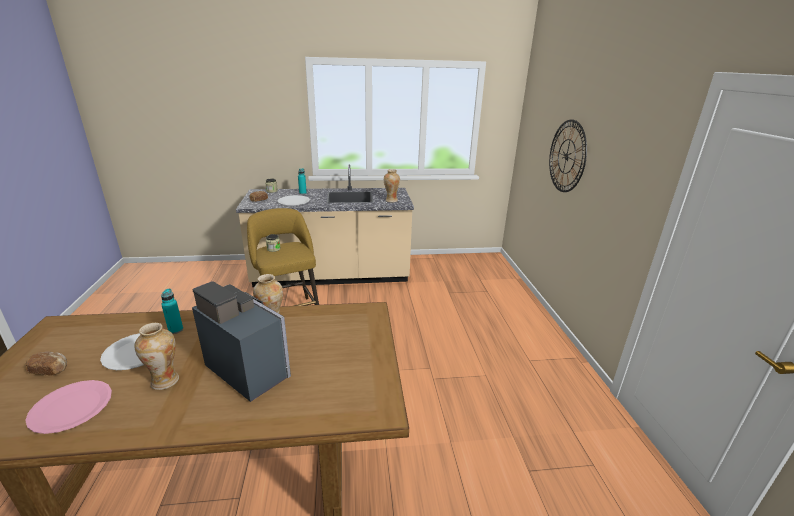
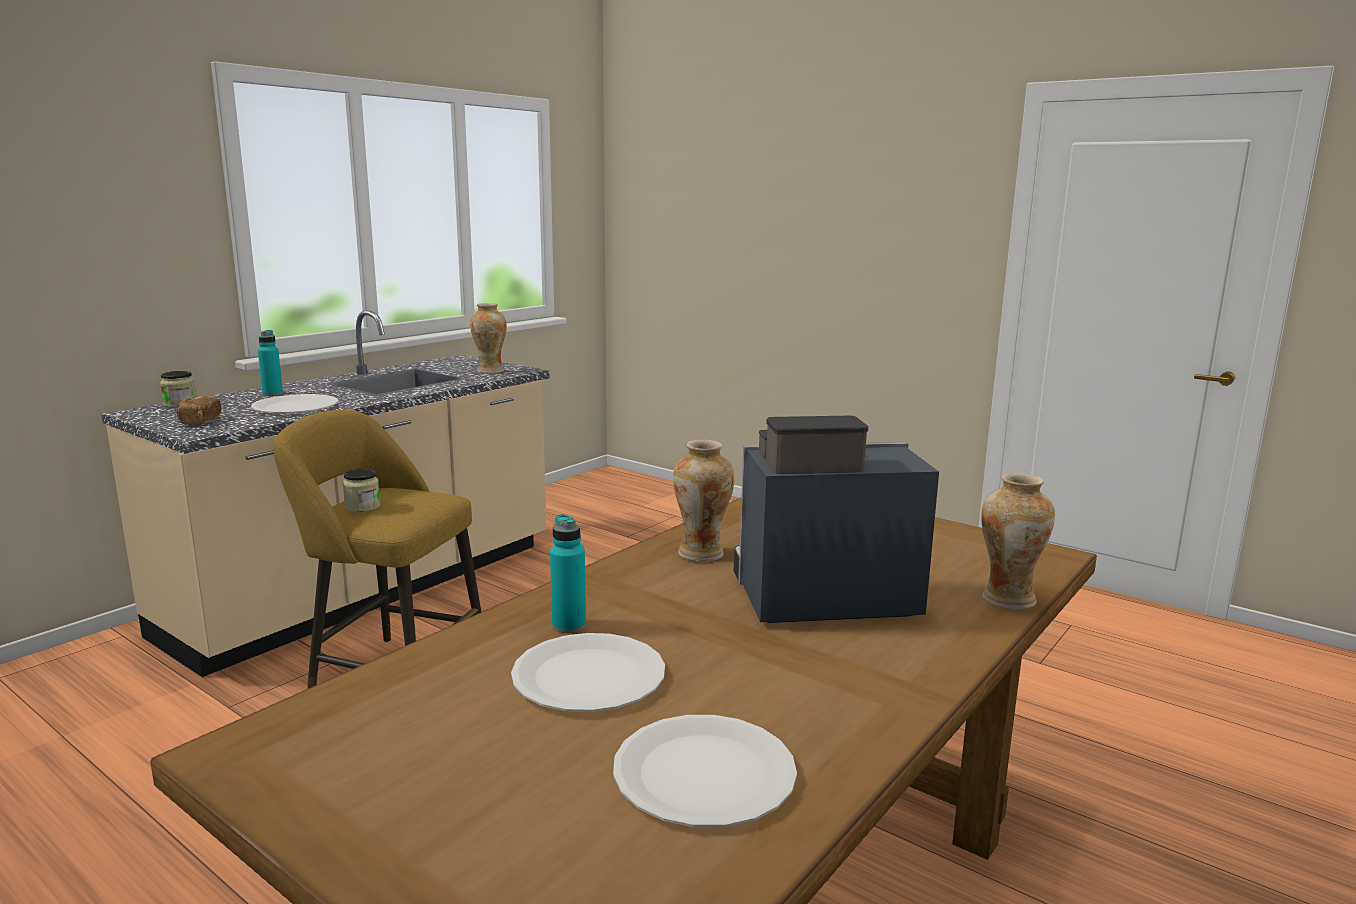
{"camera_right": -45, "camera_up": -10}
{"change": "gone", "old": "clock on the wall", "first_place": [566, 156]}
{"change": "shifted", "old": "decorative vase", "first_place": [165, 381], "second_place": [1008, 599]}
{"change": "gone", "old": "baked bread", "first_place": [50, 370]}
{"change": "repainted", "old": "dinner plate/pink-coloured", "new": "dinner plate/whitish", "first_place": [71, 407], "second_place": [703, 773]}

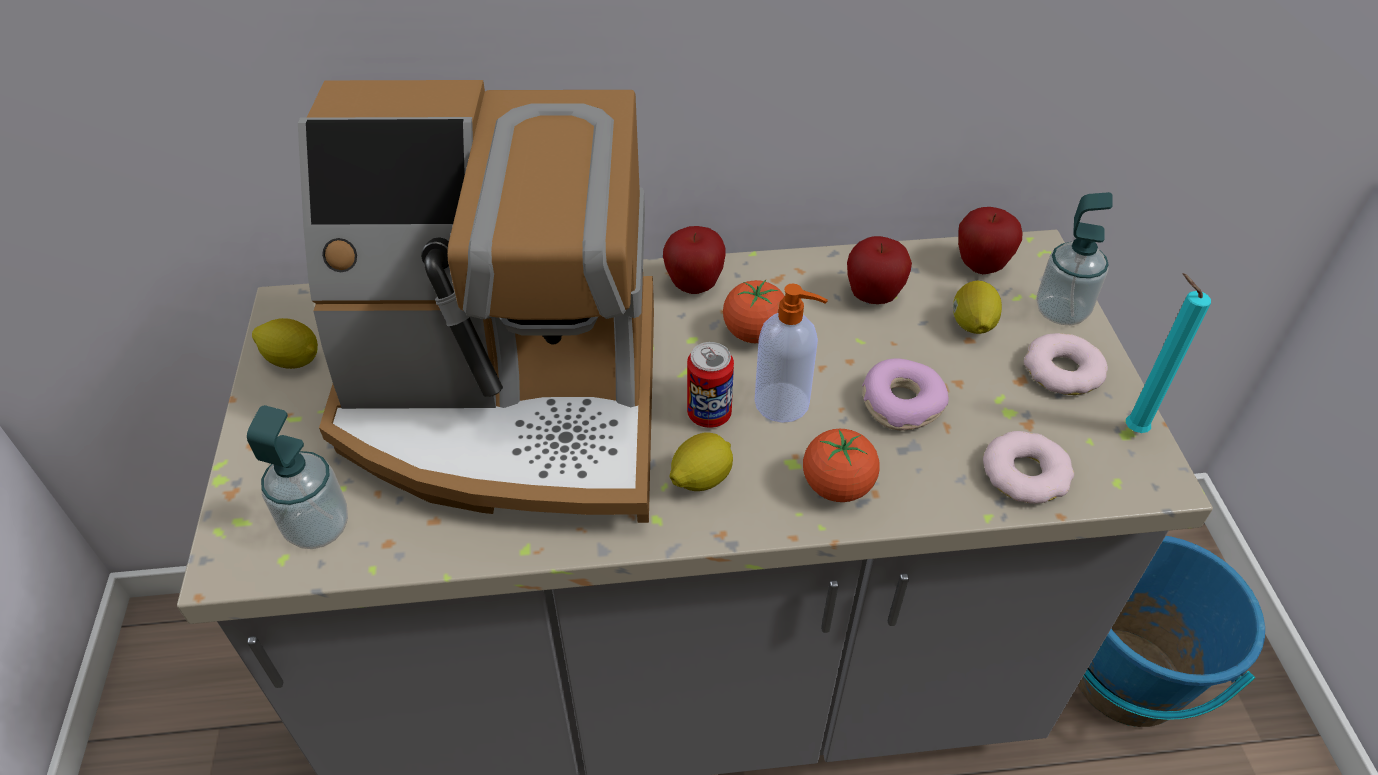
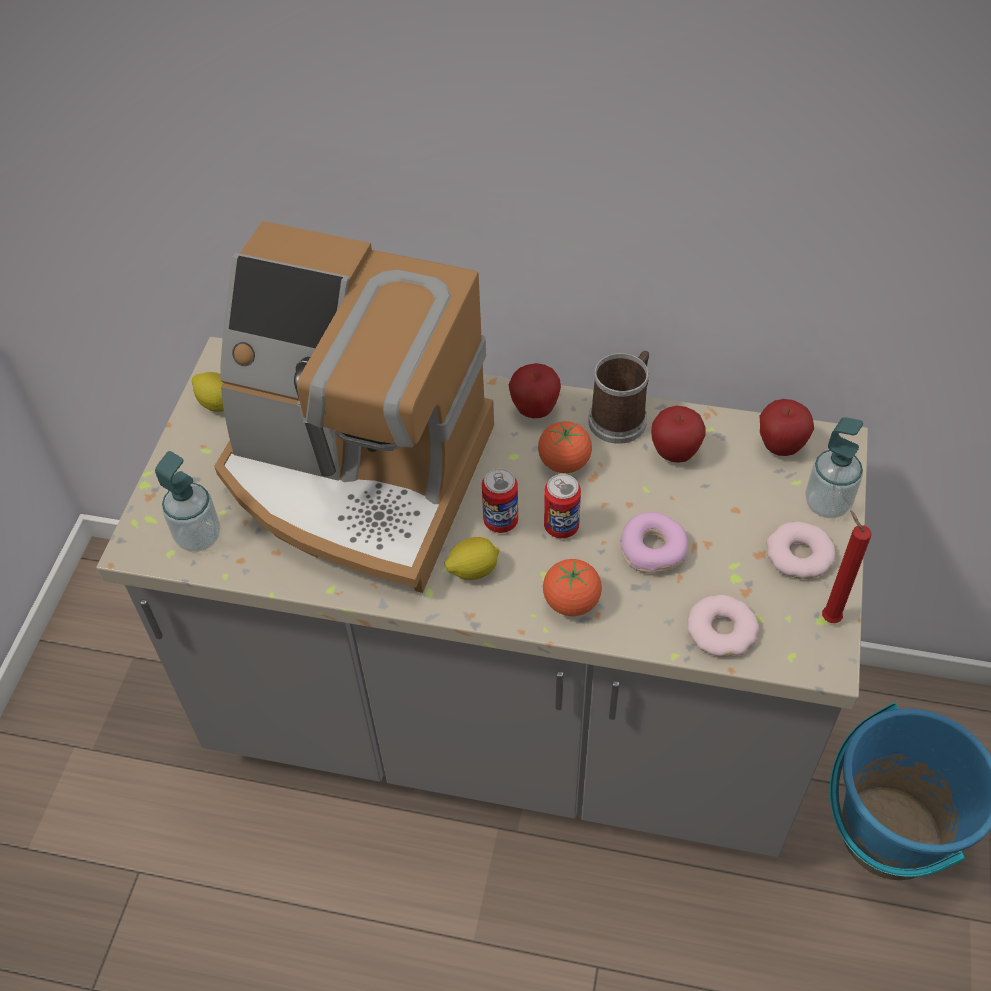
{"camera_right": 20, "camera_up": 5}
{"change": "repainted", "old": "wax candle/blue-green", "new": "wax candle/red-coloured", "first_place": [1130, 428], "second_place": [828, 616]}
{"change": "gone", "old": "whole lemon", "first_place": [972, 325]}
{"change": "swapped", "old": "liquid soap bottle", "new": "metal can", "first_place": [784, 403], "second_place": [561, 526]}
{"change": "new", "new": "tea mug", "second_place": [622, 417]}

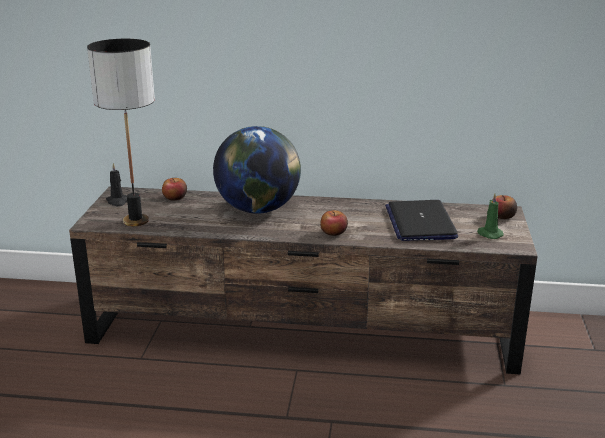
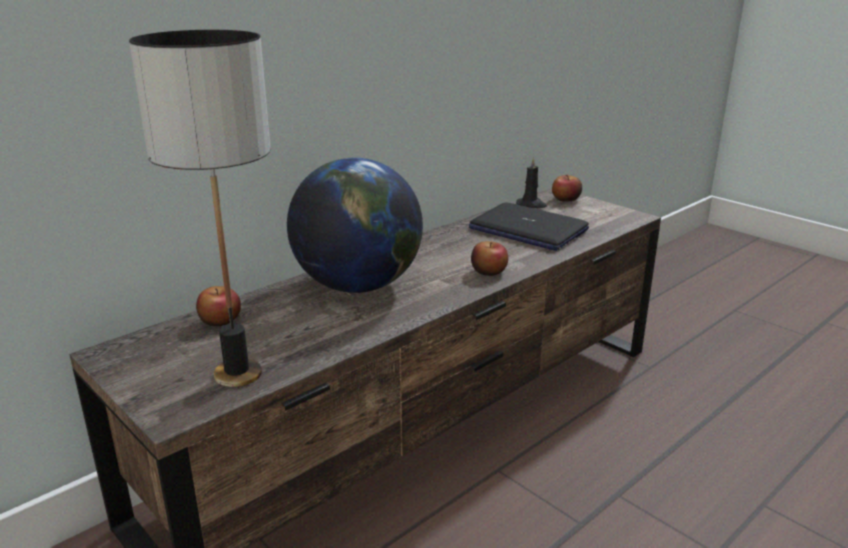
{"camera_right": -50, "camera_up": 0}
{"change": "shifted", "old": "wax candle/black-coloured", "first_place": [117, 201], "second_place": [531, 205]}
{"change": "gone", "old": "wax candle/green-coloured", "first_place": [489, 234]}

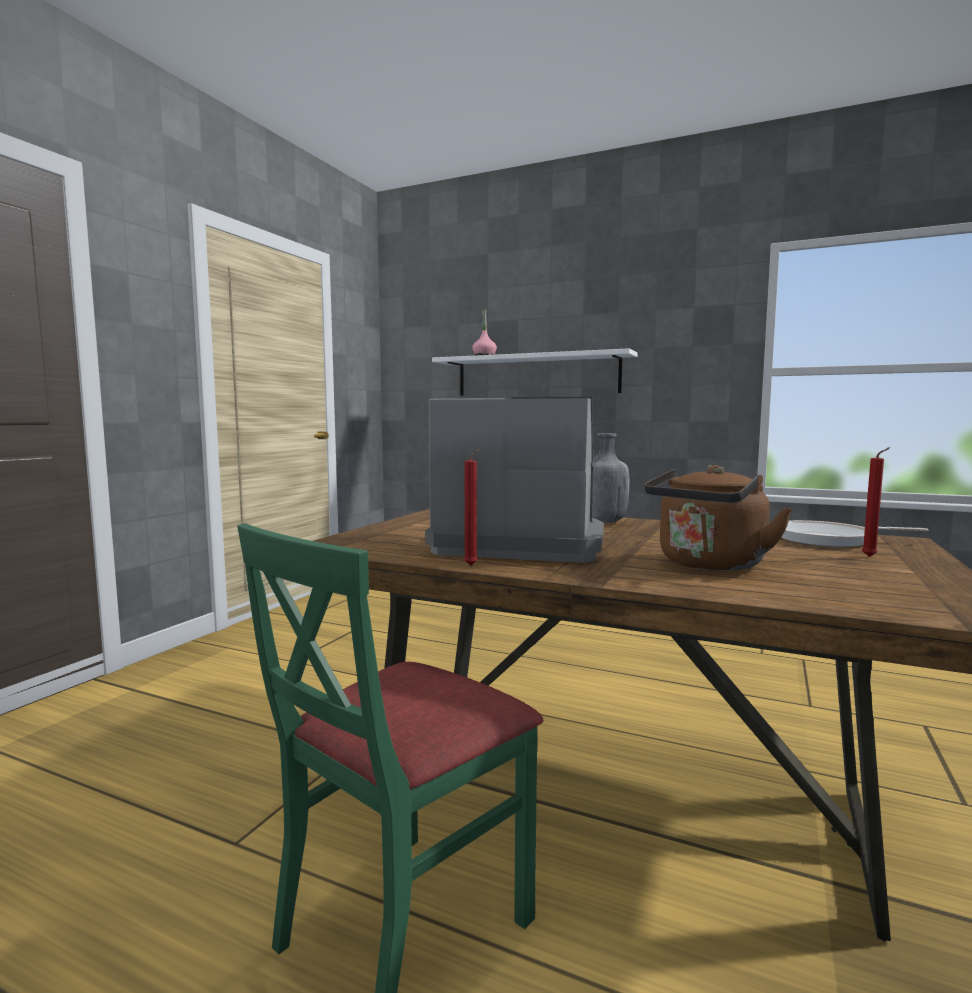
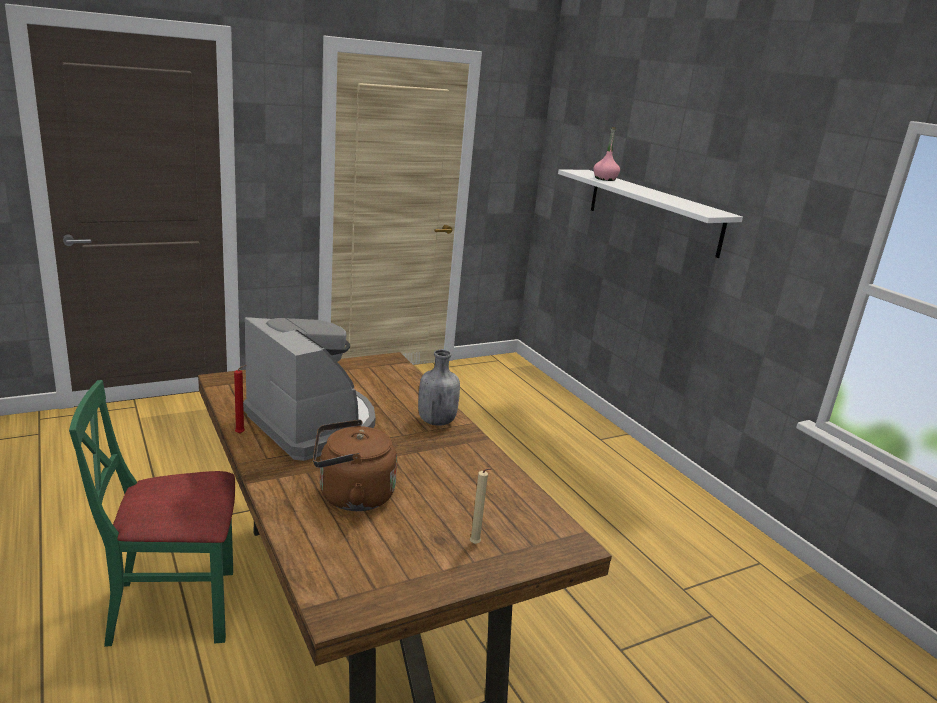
{"camera_right": 35, "camera_up": 15}
{"change": "repainted", "old": "wax candle/red-coloured", "new": "wax candle/beige", "first_place": [871, 557], "second_place": [476, 545]}
{"change": "gone", "old": "frying pan", "first_place": [829, 540]}

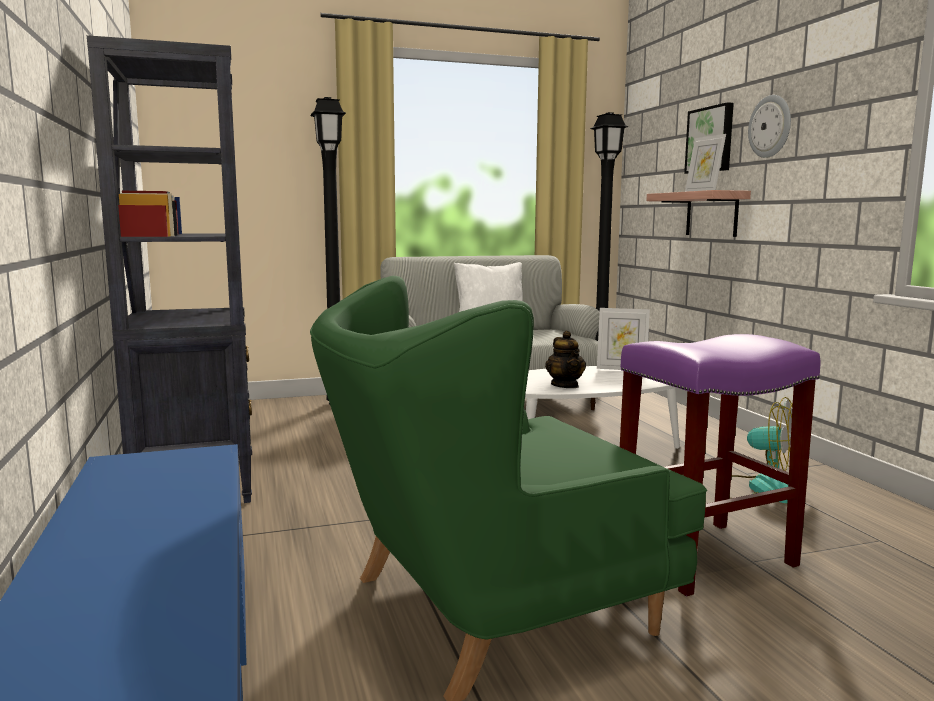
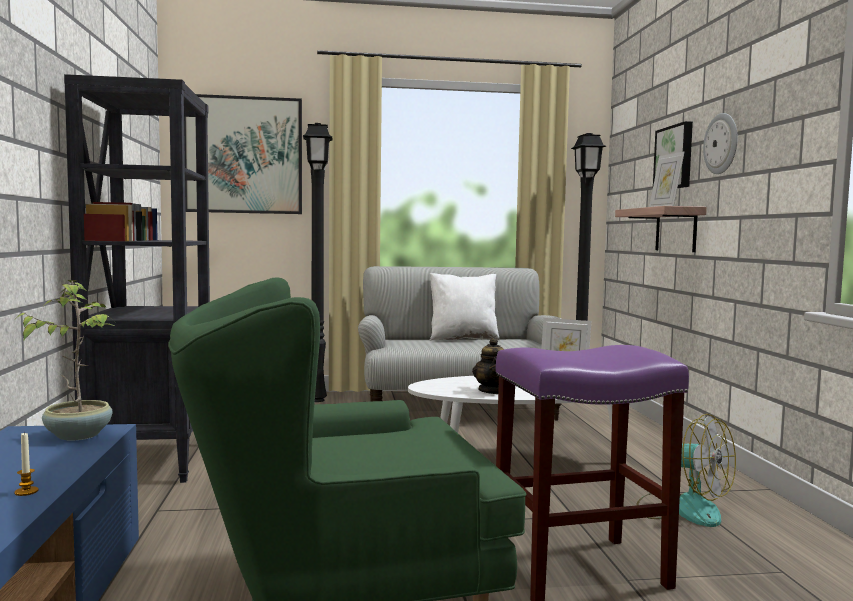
{"camera_right": 10, "camera_up": -5}
{"change": "new", "new": "wall picture", "second_place": [243, 155]}
{"change": "new", "new": "potted plant", "second_place": [78, 435]}
{"change": "new", "new": "wax candle", "second_place": [26, 492]}

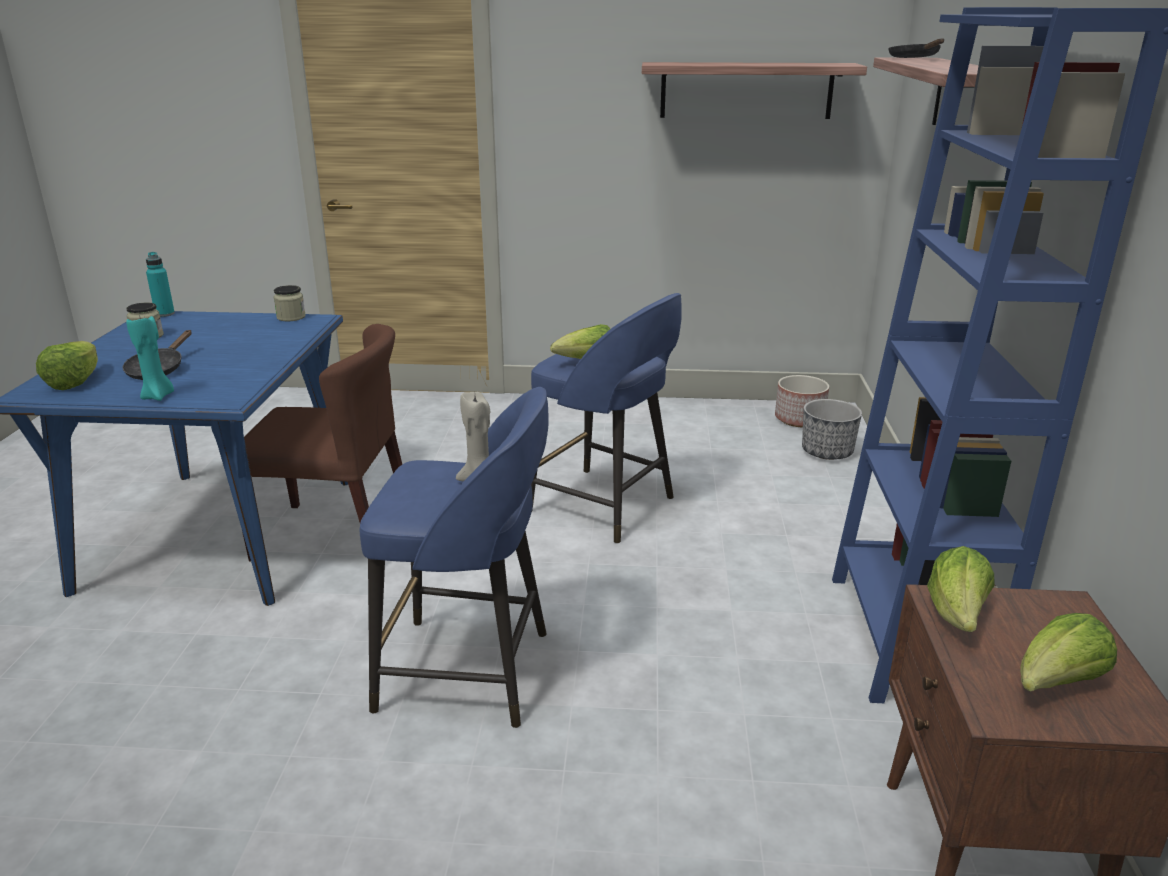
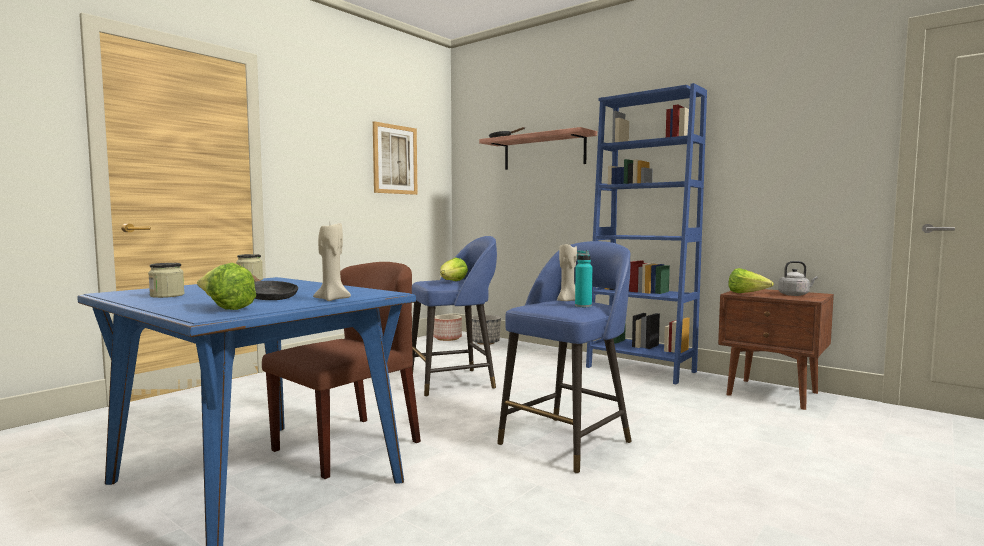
{"camera_right": -55, "camera_up": -20}
{"change": "swapped", "old": "bracket shelf", "new": "wall picture", "first_place": [746, 90], "second_place": [395, 159]}
{"change": "shifted", "old": "beverage bottle/blue-green", "first_place": [165, 314], "second_place": [583, 306]}
{"change": "repainted", "old": "wax candle/blue-green", "new": "wax candle/beige", "first_place": [158, 396], "second_place": [332, 299]}
{"change": "swapped", "old": "lettuce head", "new": "water kettle/greyish", "first_place": [1056, 684], "second_place": [795, 295]}

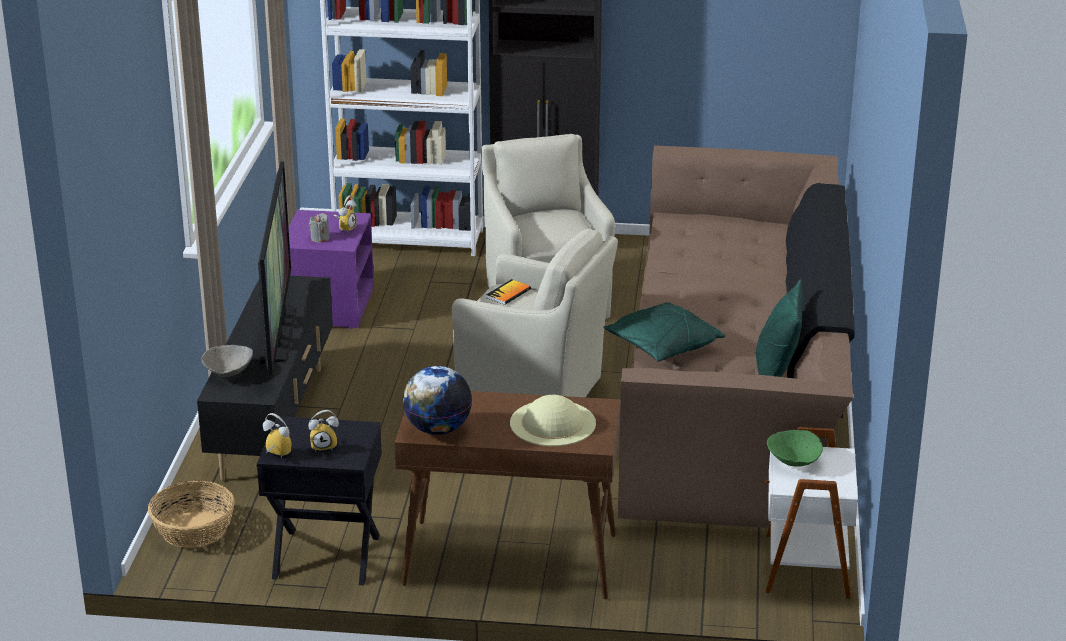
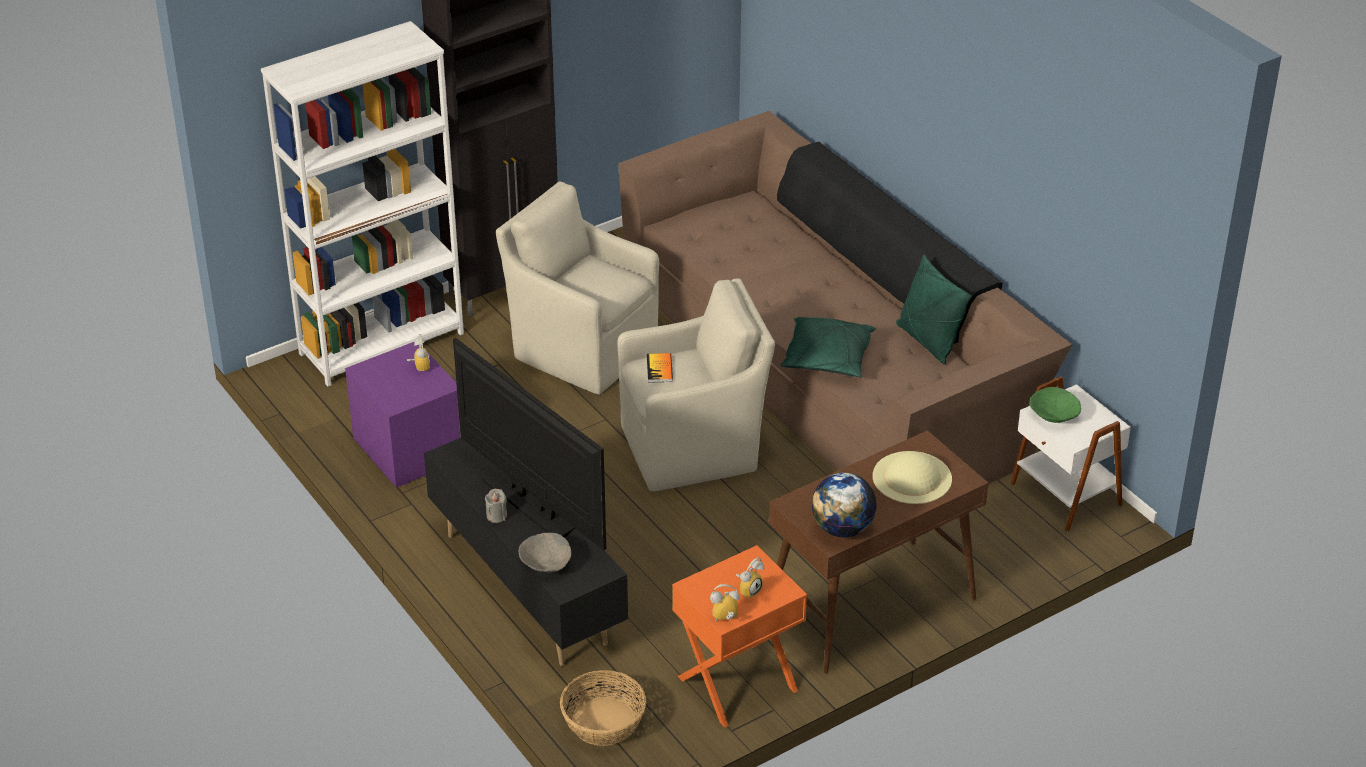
{"camera_right": -40, "camera_up": 10}
{"change": "shifted", "old": "wax candle/greyish", "first_place": [320, 238], "second_place": [496, 516]}
{"change": "repainted", "old": "bedside table/black-coloured", "new": "bedside table/orange-coloured", "first_place": [326, 557], "second_place": [738, 684]}

